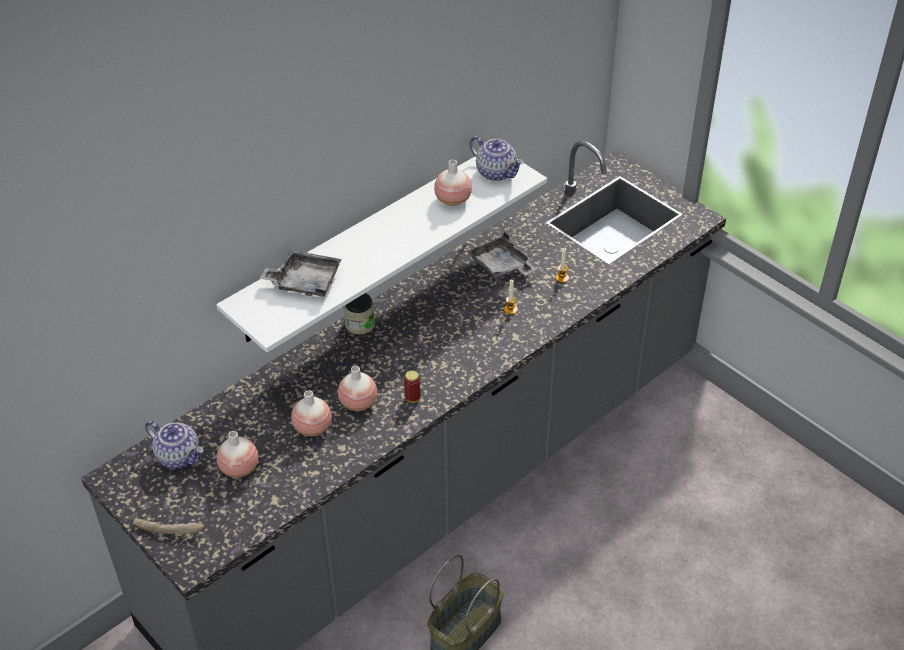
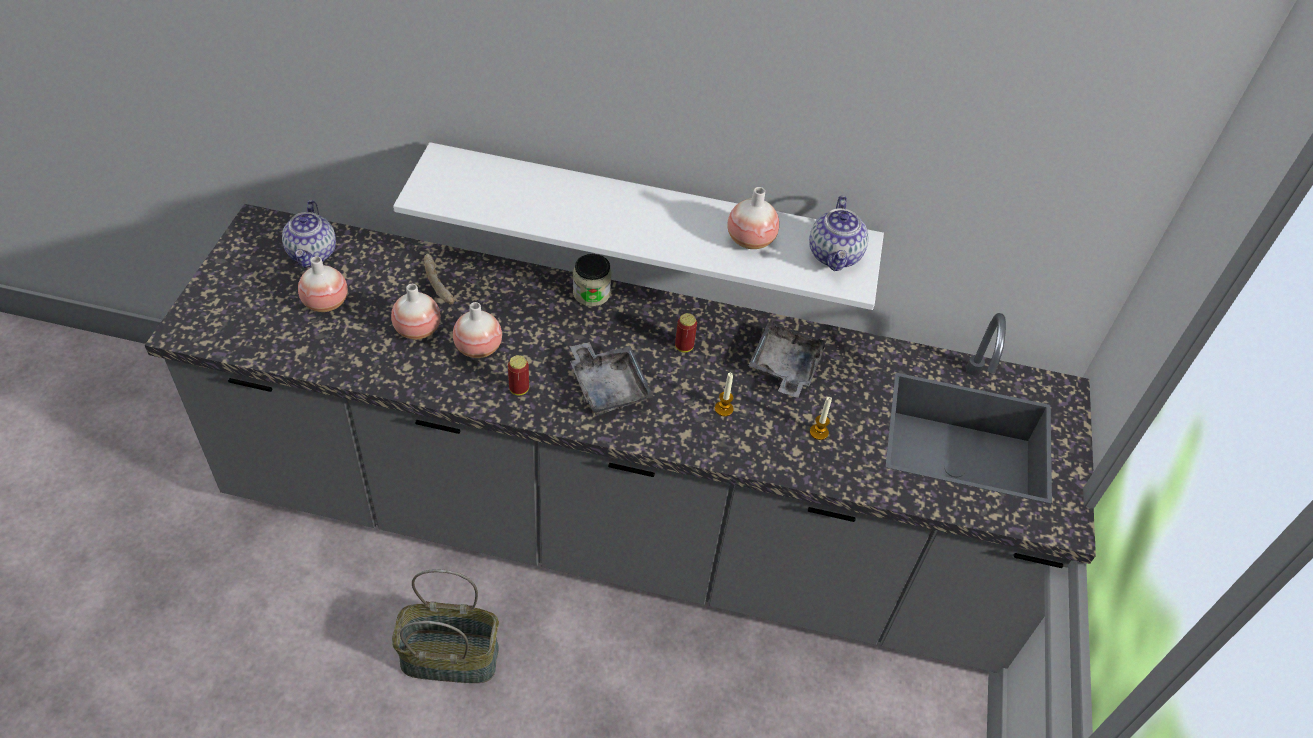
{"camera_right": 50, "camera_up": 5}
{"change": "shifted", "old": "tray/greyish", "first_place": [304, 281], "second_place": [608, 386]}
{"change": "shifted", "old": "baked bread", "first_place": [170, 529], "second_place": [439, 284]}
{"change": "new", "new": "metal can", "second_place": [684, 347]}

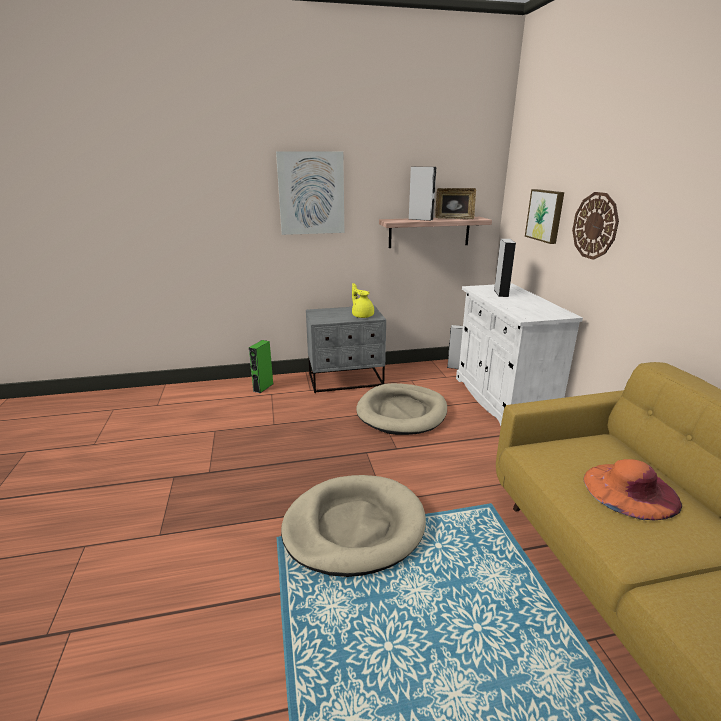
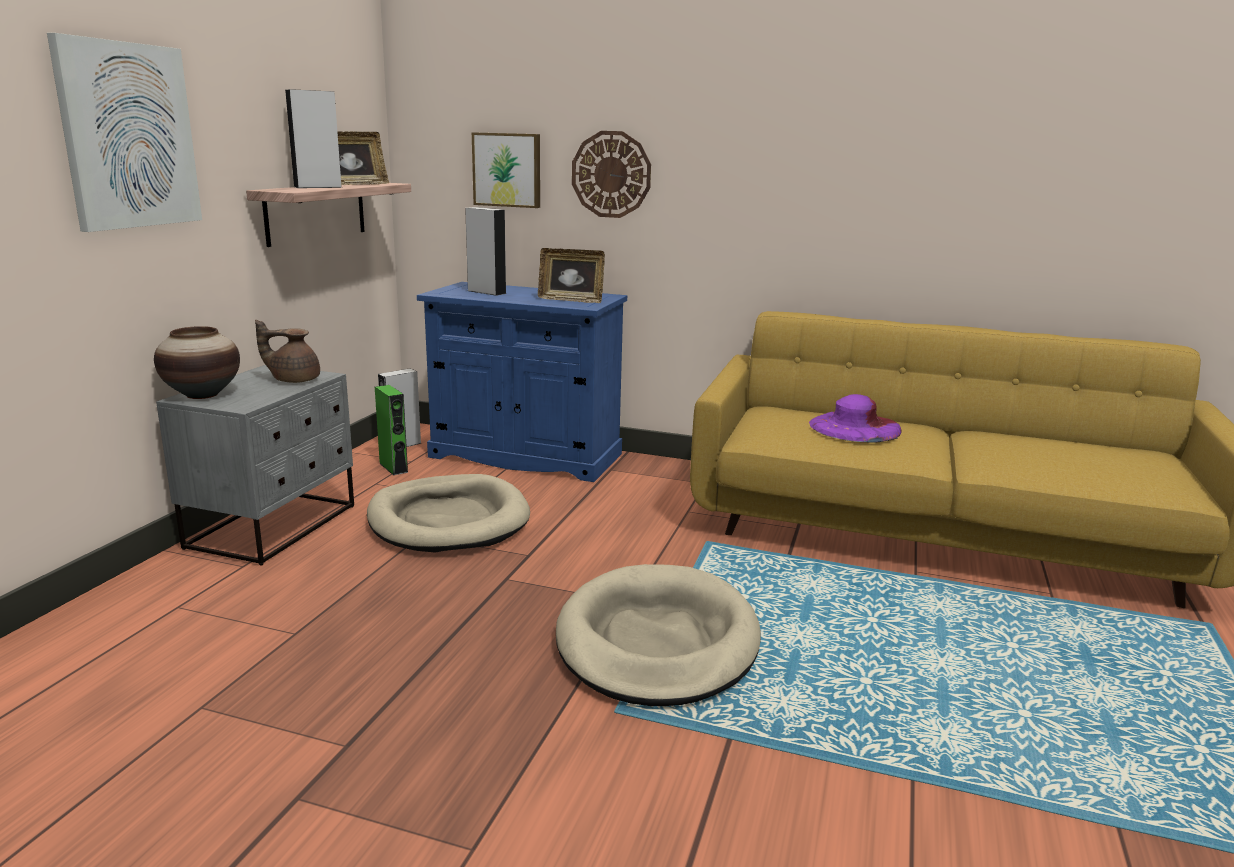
{"camera_right": -60, "camera_up": -5}
{"change": "repainted", "old": "teapot/yellow-coloured", "new": "teapot/brownish", "first_place": [362, 315], "second_place": [294, 380]}
{"change": "repainted", "old": "cabinet/whitish", "new": "cabinet/bluish", "first_place": [502, 400], "second_place": [525, 456]}
{"change": "shifted", "old": "loudspeaker/green-coloured", "first_place": [263, 387], "second_place": [393, 467]}
{"change": "repainted", "old": "clothing hat/orange-coloured", "new": "clothing hat/purple", "first_place": [630, 490], "second_place": [855, 427]}
{"change": "new", "new": "photo frame", "second_place": [571, 300]}
{"change": "new", "new": "decorative vase", "second_place": [202, 395]}

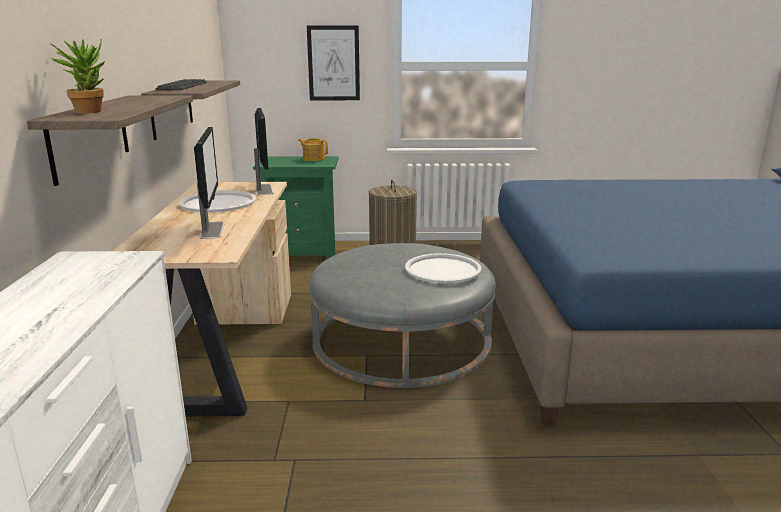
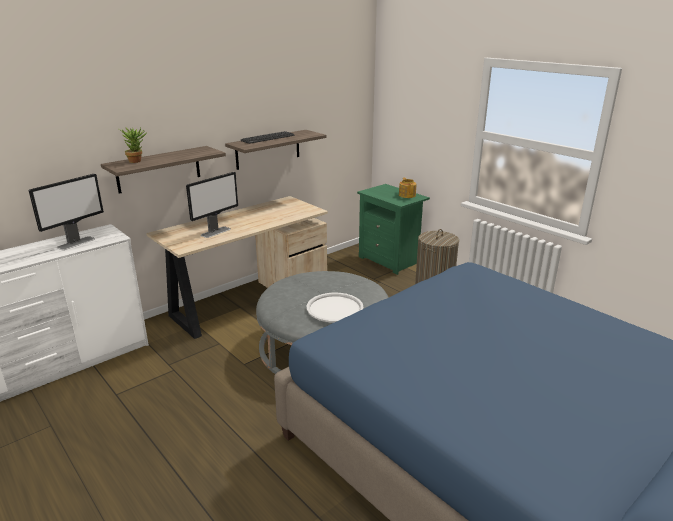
{"camera_right": 50, "camera_up": 5}
{"change": "gone", "old": "wall picture", "first_place": [333, 63]}
{"change": "shifted", "old": "monitor", "first_place": [264, 189], "second_place": [76, 243]}
{"change": "gone", "old": "tray/whitish", "first_place": [218, 203]}

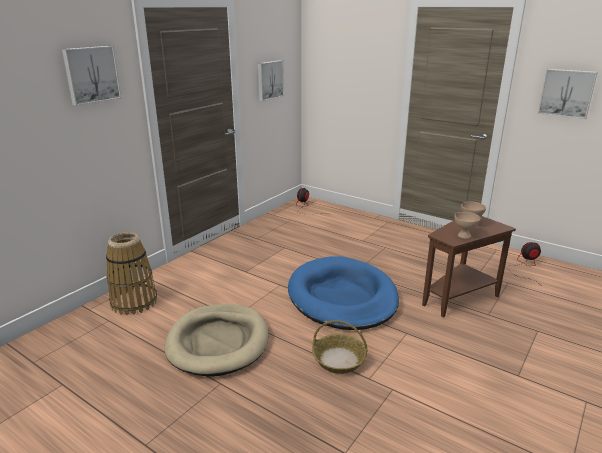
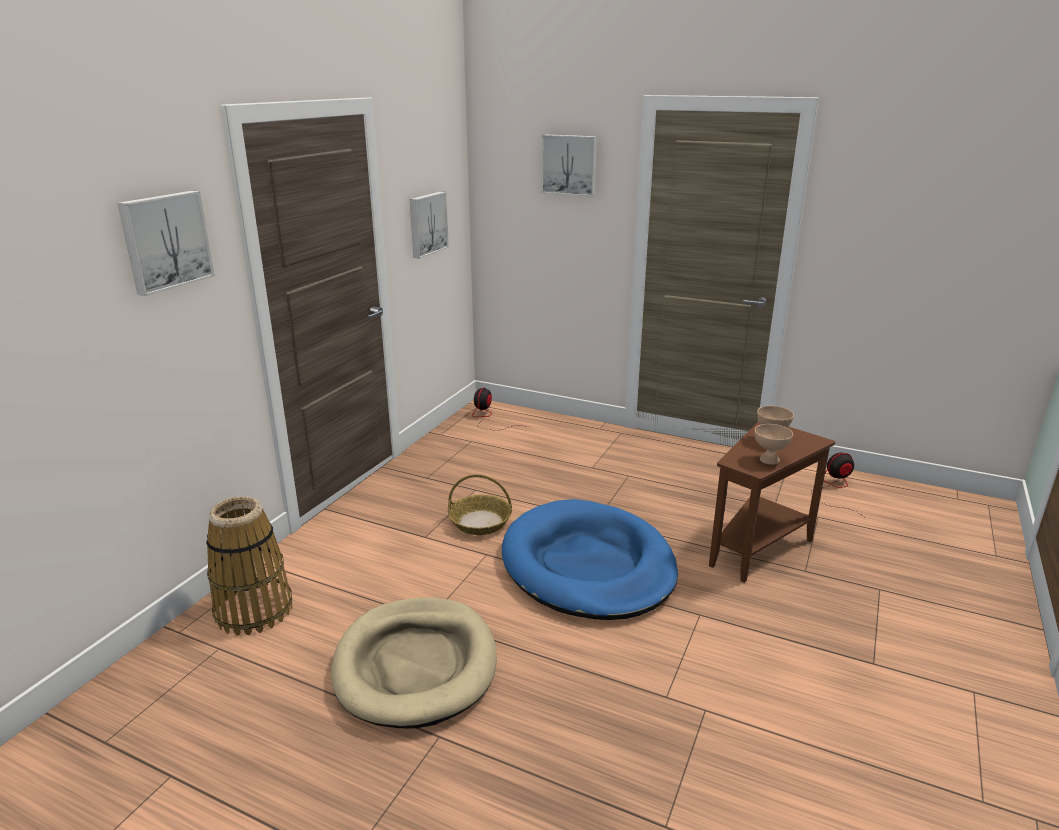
{"camera_right": -10, "camera_up": 0}
{"change": "shifted", "old": "wall picture", "first_place": [566, 93], "second_place": [569, 165]}
{"change": "shifted", "old": "basket", "first_place": [338, 359], "second_place": [480, 522]}

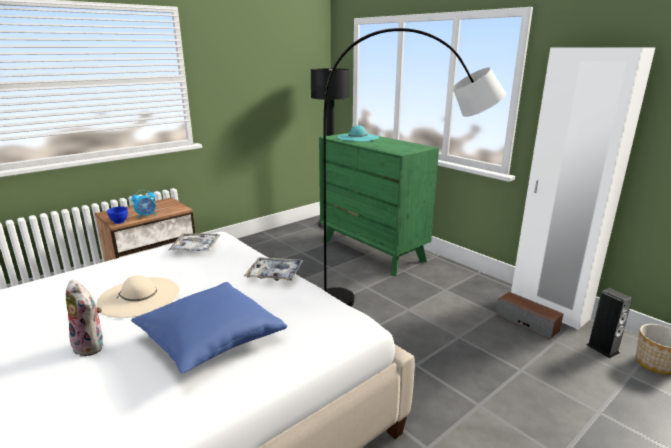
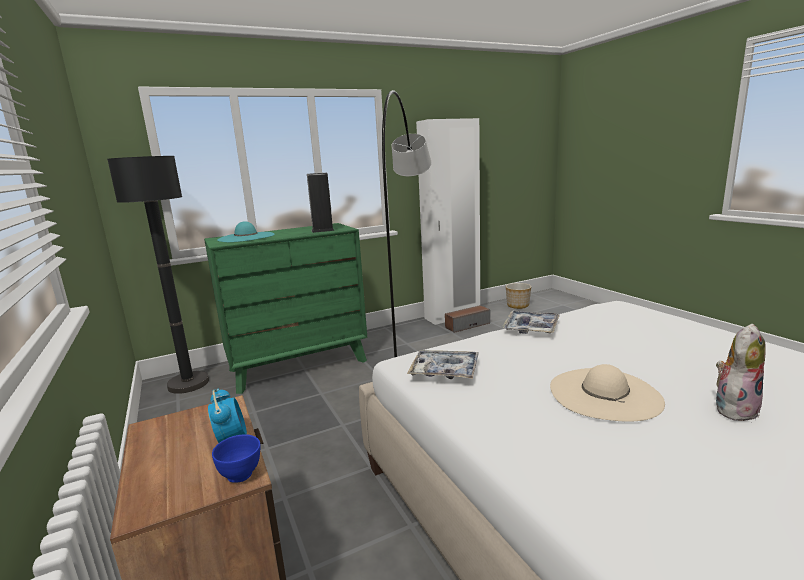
{"camera_right": -75, "camera_up": -5}
{"change": "gone", "old": "pillow/bluish", "first_place": [210, 339]}
{"change": "shifted", "old": "loudspeaker", "first_place": [602, 348], "second_place": [322, 230]}

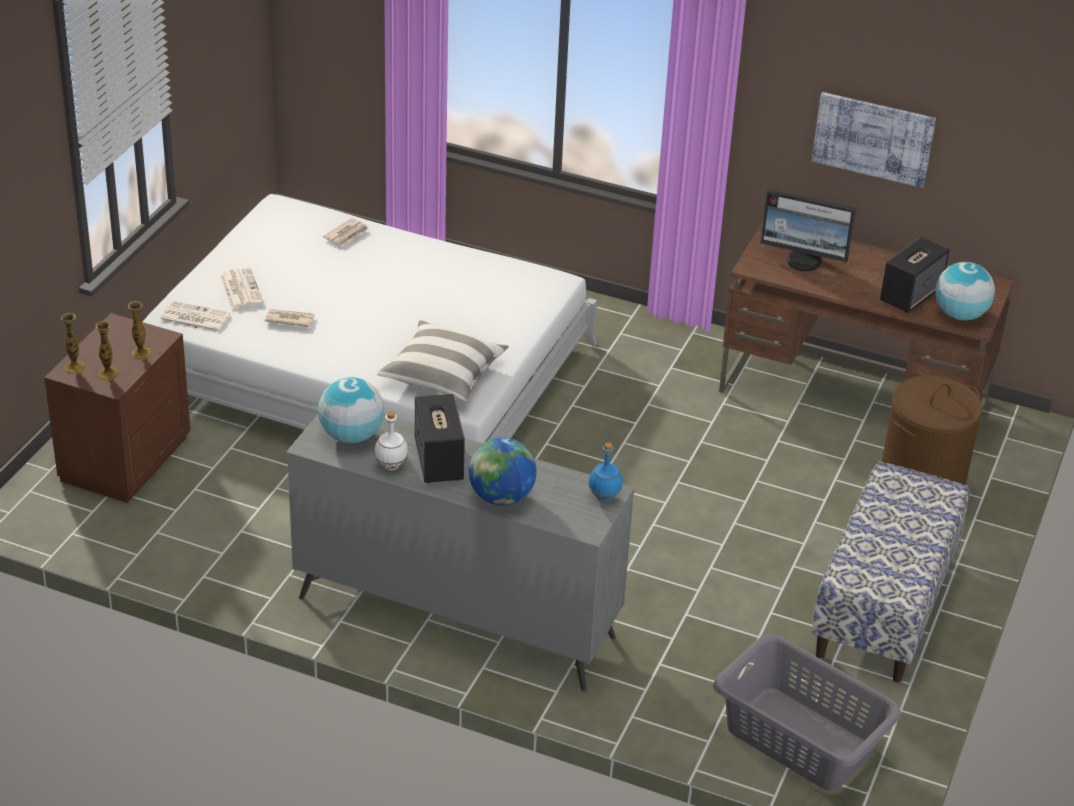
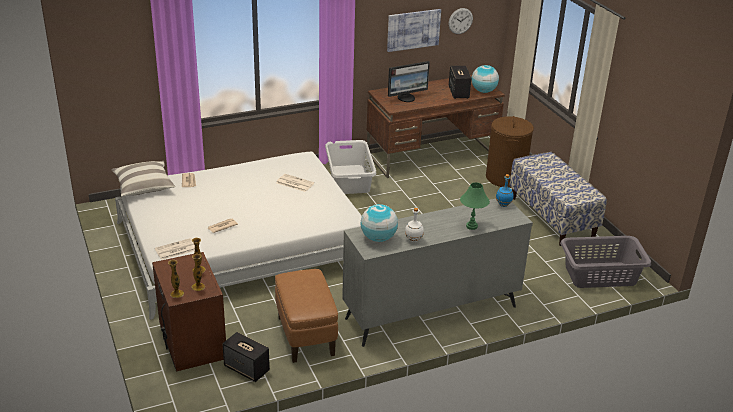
{"camera_right": -45, "camera_up": -5}
{"change": "shifted", "old": "printed paper", "first_place": [240, 289], "second_place": [294, 183]}
{"change": "shifted", "old": "pillow", "first_place": [442, 375], "second_place": [144, 186]}
{"change": "shifted", "old": "loudspeaker", "first_place": [439, 461], "second_place": [247, 369]}
{"change": "swapped", "old": "desk globe", "new": "table lamp/green-coloured", "first_place": [501, 497], "second_place": [472, 226]}
{"change": "new", "new": "clock on the wall", "second_place": [460, 21]}
{"change": "new", "new": "hamper/greyish", "second_place": [349, 179]}
{"change": "new", "new": "ottoman/brownish", "second_place": [305, 336]}

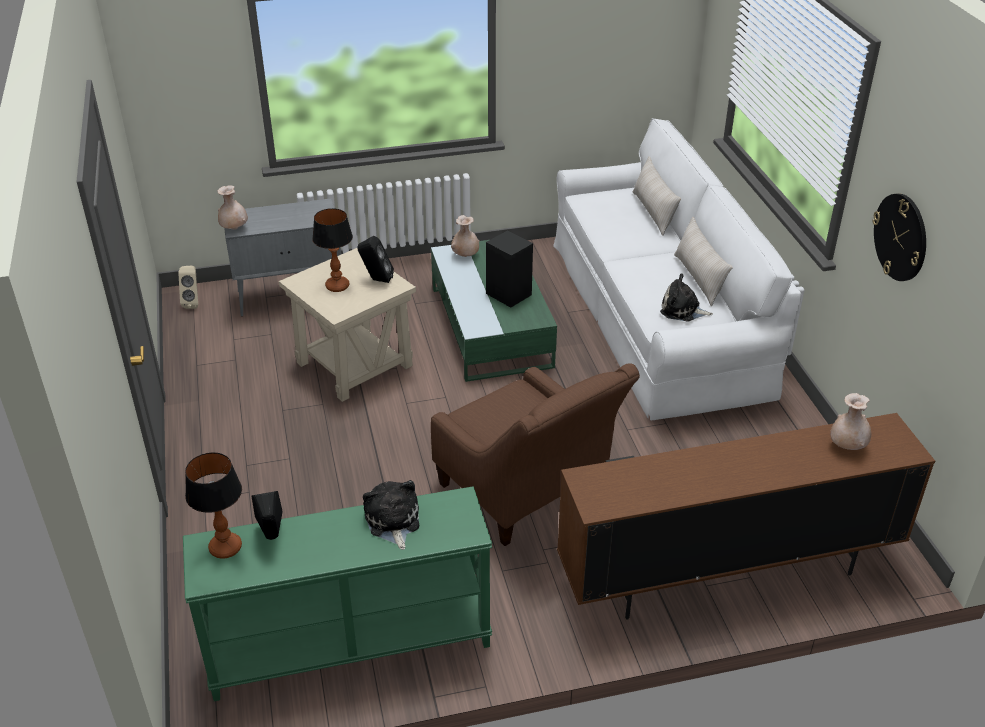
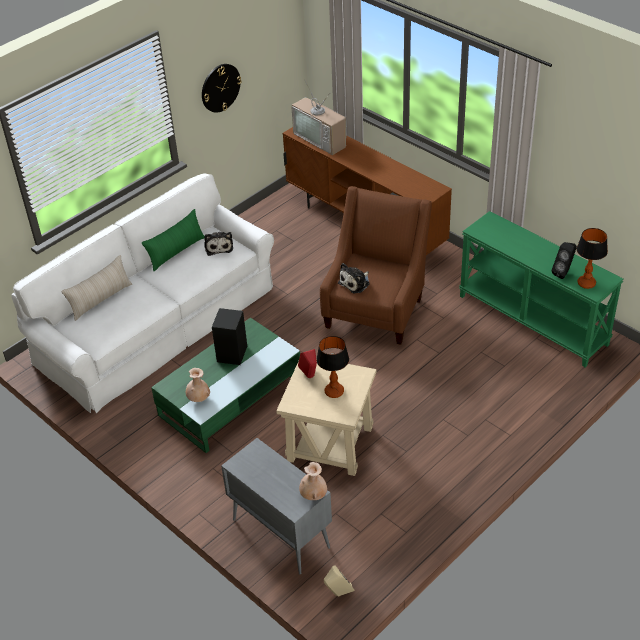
{"camera_right": -120, "camera_up": 5}
{"change": "repainted", "old": "pillow/beige", "new": "pillow/green-coloured", "first_place": [699, 279], "second_place": [176, 252]}
{"change": "repainted", "old": "loudspeaker/black-coloured", "new": "loudspeaker/red-coloured", "first_place": [376, 280], "second_place": [310, 377]}
{"change": "swapped", "old": "decorative vase/beige", "new": "TV", "first_place": [847, 446], "second_place": [322, 139]}
{"change": "shifted", "old": "plush toy", "first_place": [392, 522], "second_place": [355, 283]}

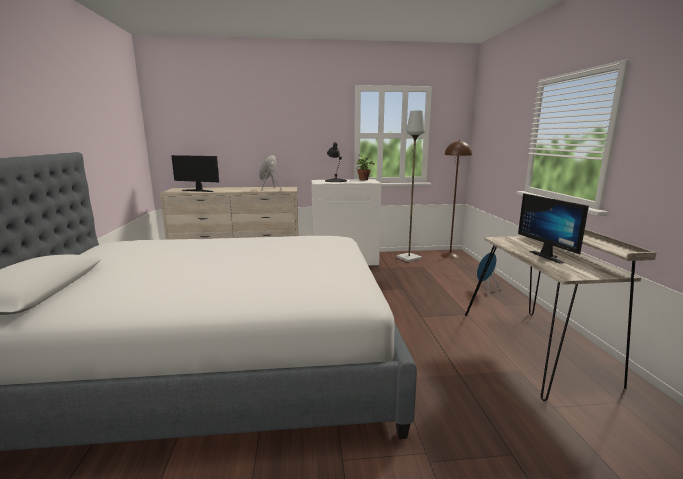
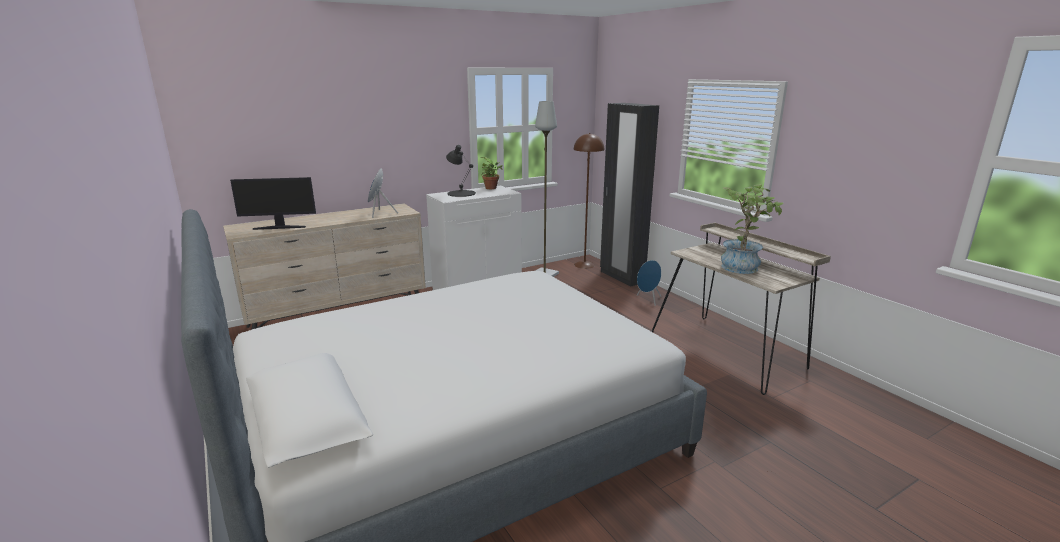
{"camera_right": -25, "camera_up": 5}
{"change": "swapped", "old": "monitor", "new": "potted plant", "first_place": [550, 256], "second_place": [743, 266]}
{"change": "new", "new": "armoire/black-coloured", "second_place": [621, 277]}

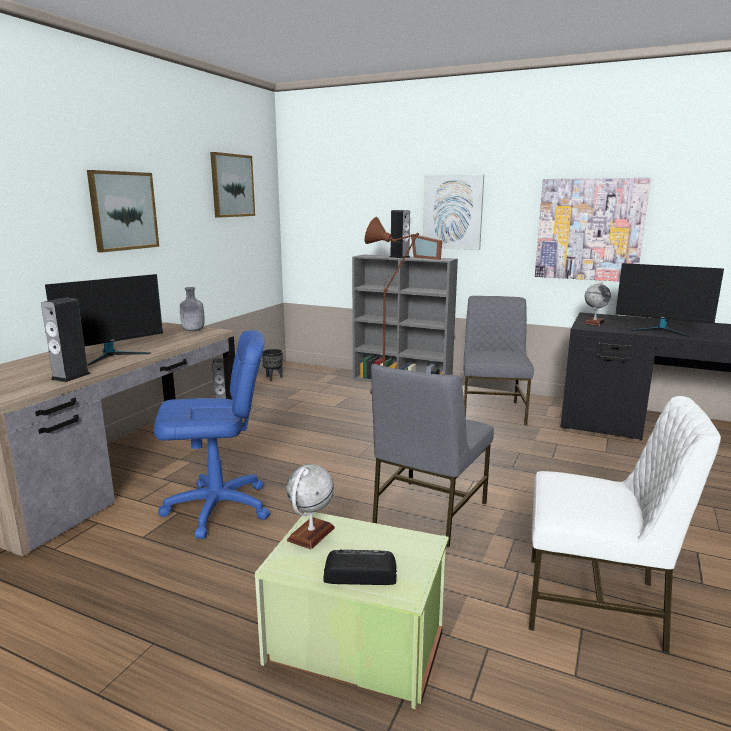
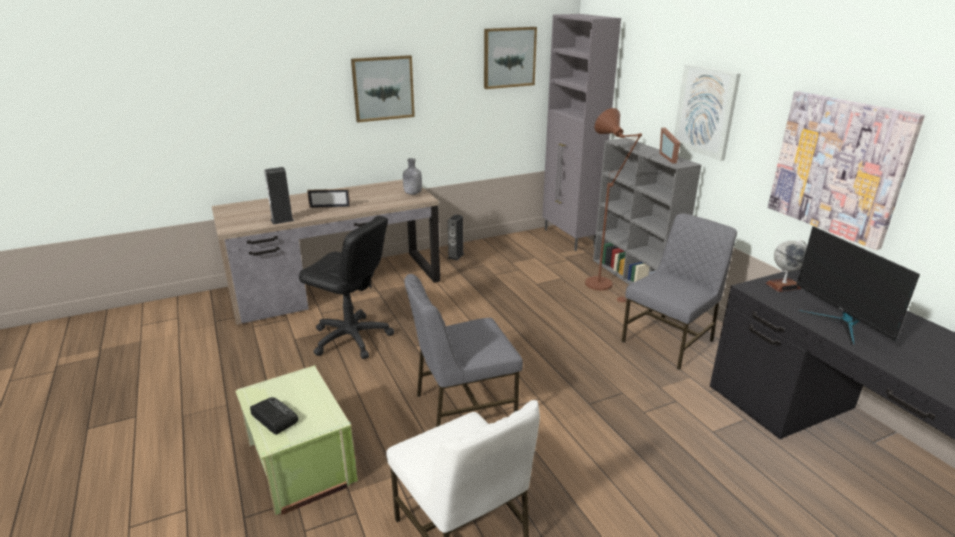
{"camera_right": 40, "camera_up": 10}
{"change": "gone", "old": "loudspeaker", "first_place": [399, 257]}
{"change": "swapped", "old": "monitor", "new": "photo frame", "first_place": [113, 355], "second_place": [329, 207]}
{"change": "repainted", "old": "computer chair/bluish", "new": "computer chair/black-coloured", "first_place": [218, 508], "second_place": [351, 338]}
{"change": "gone", "old": "planter/black-coloured", "first_place": [273, 378]}
{"change": "gone", "old": "desk globe", "first_place": [311, 534]}
{"change": "new", "new": "cabinet/greyish", "second_place": [569, 238]}

